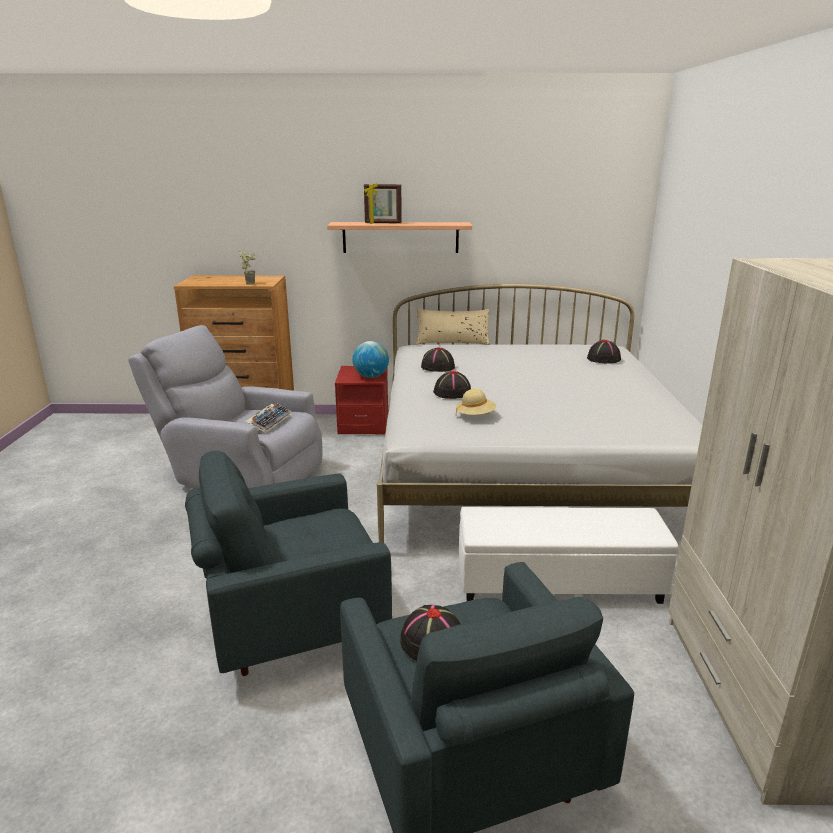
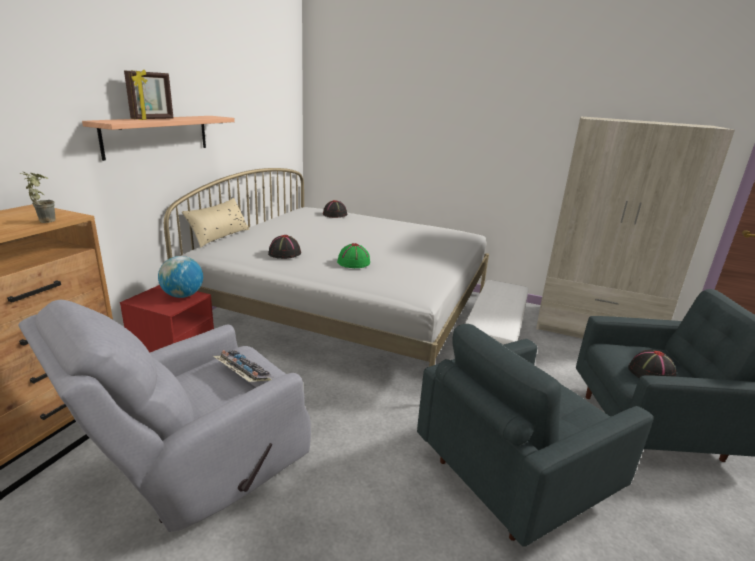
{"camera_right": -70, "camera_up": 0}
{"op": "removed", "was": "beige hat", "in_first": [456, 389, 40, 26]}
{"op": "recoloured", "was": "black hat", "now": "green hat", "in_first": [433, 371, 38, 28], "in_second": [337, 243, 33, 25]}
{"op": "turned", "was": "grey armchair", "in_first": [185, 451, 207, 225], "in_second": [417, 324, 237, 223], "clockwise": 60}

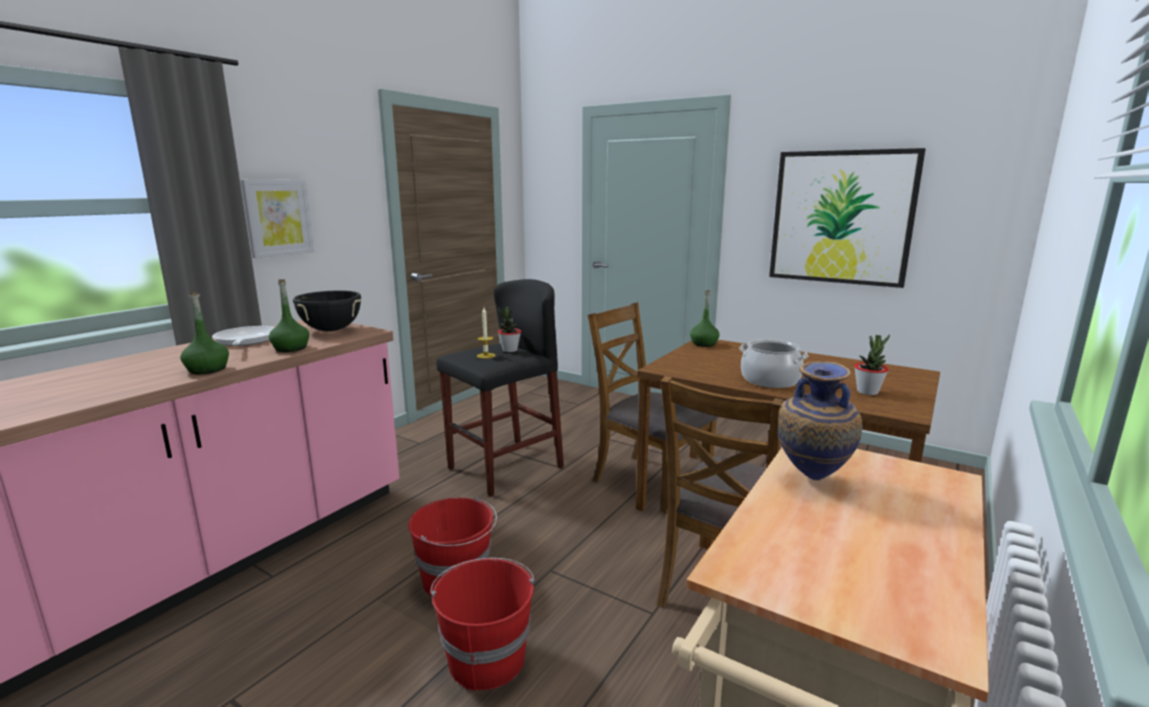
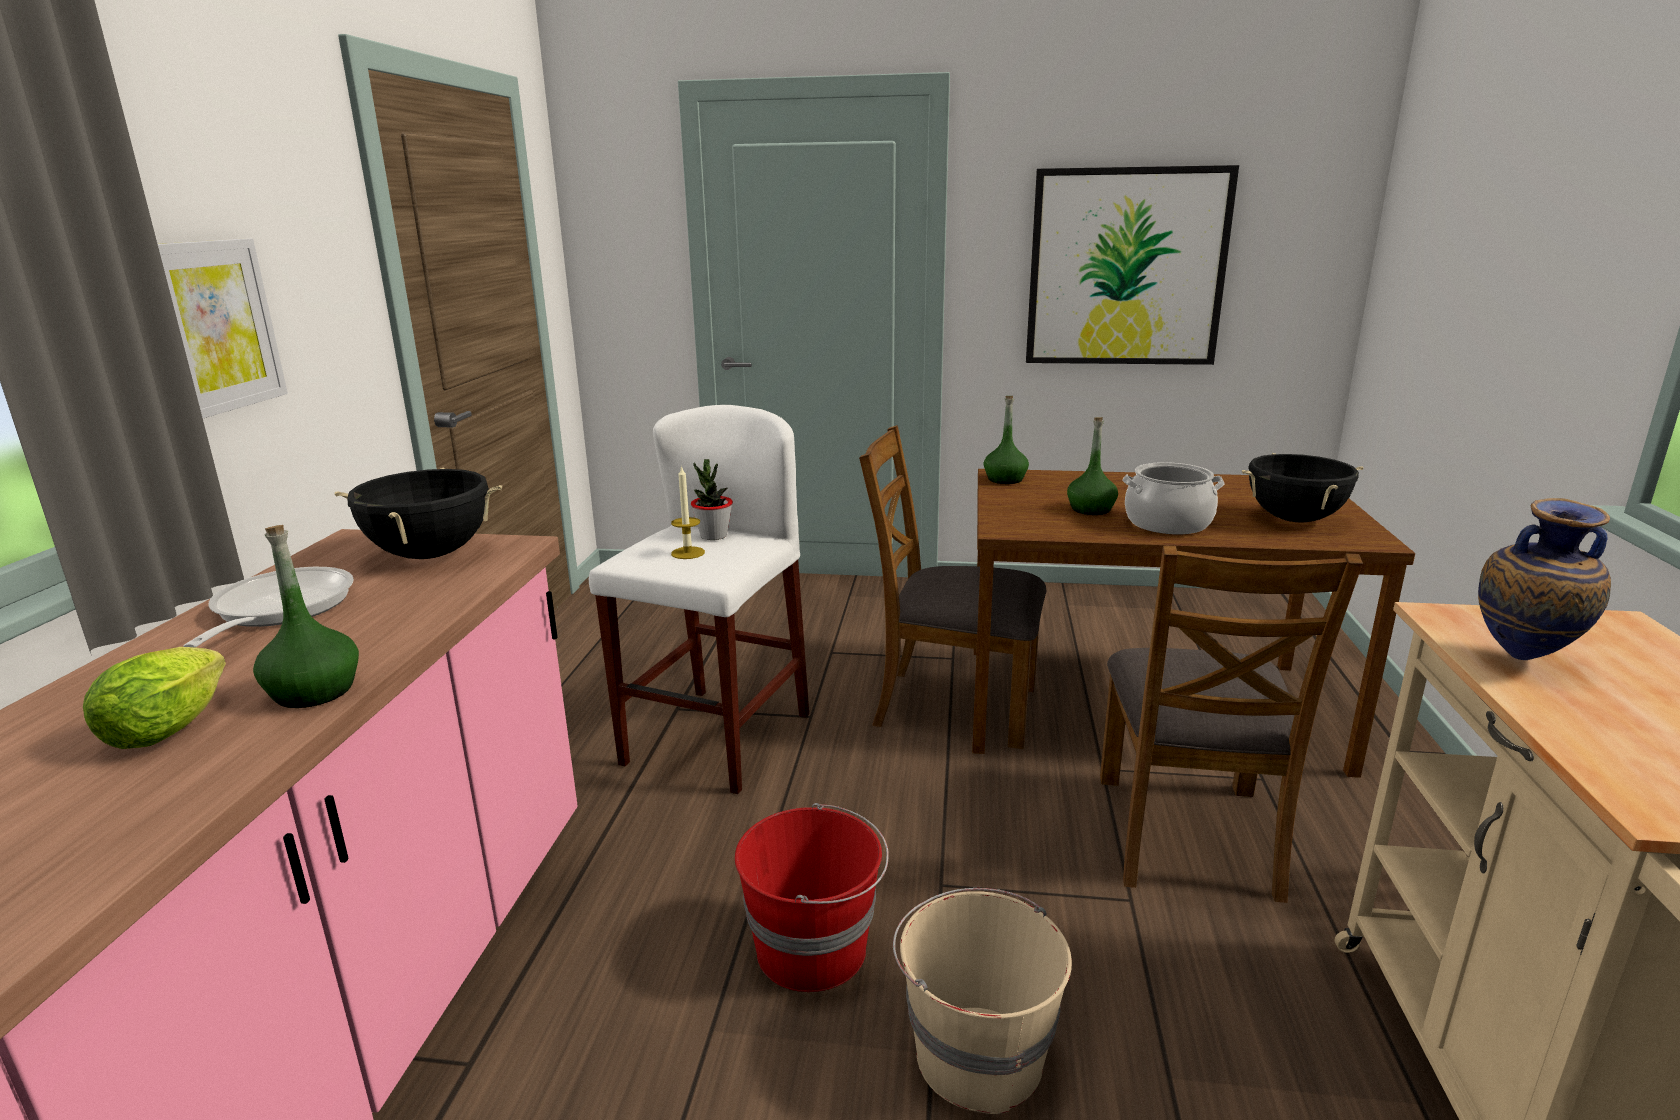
{"camera_right": -25, "camera_up": 5}
{"op": "added", "now": "lettuce", "in_second": [83, 647, 143, 102]}
{"op": "moved", "was": "green bottle", "in_first": [269, 279, 40, 73], "in_second": [1067, 417, 51, 98]}
{"op": "replaced", "was": "potted plant", "now": "black cooking pot", "in_first": [854, 334, 36, 61], "in_second": [1242, 453, 122, 69]}
{"op": "recoloured", "was": "red bucket", "now": "beige bucket", "in_first": [430, 558, 105, 133], "in_second": [893, 888, 179, 226]}
{"op": "recoloured", "was": "black stool", "now": "white stool", "in_first": [437, 279, 127, 218], "in_second": [589, 405, 220, 389]}
{"op": "turned", "was": "frying pan", "in_first": [212, 326, 63, 20], "in_second": [183, 567, 171, 81], "clockwise": 45}

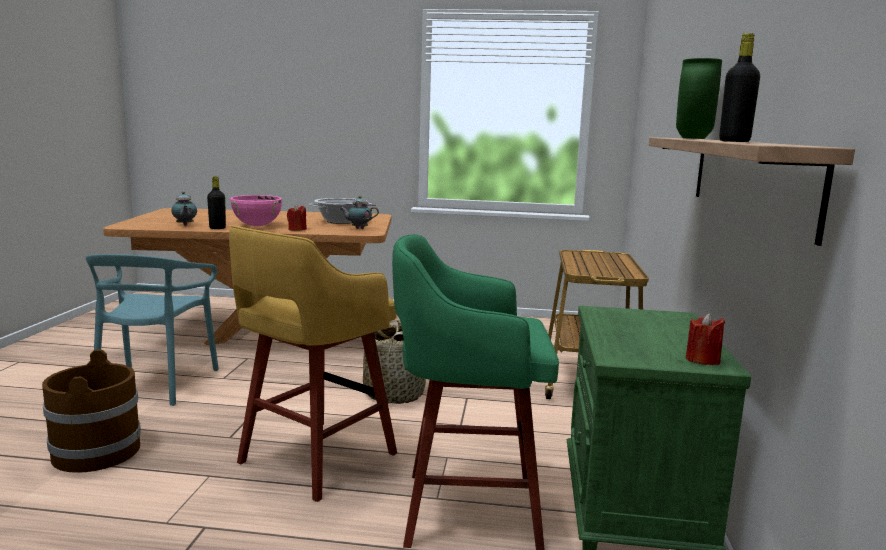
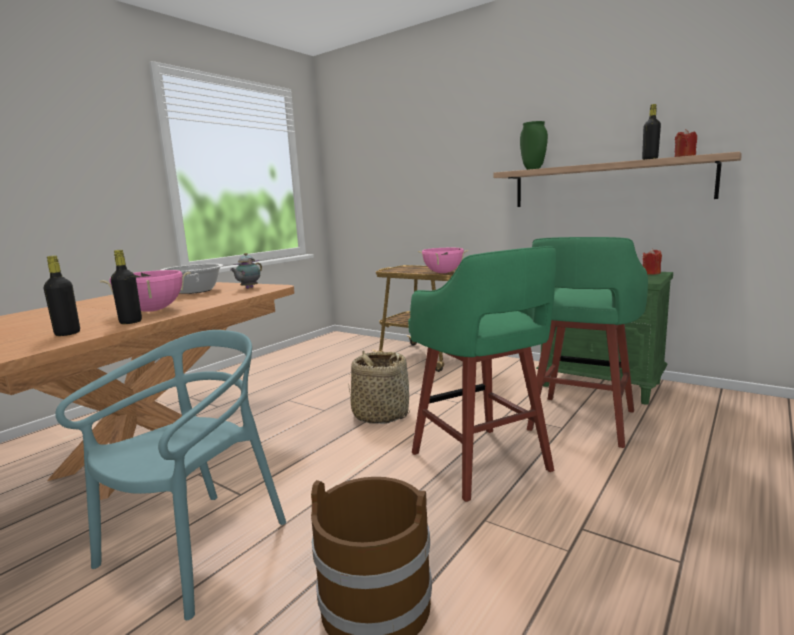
{"camera_right": -60, "camera_up": 0}
{"op": "added", "now": "pink cooking pot", "in_second": [418, 248, 51, 25]}
{"op": "moved", "was": "red candle", "in_first": [287, 204, 20, 27], "in_second": [675, 129, 22, 28]}
{"op": "replaced", "was": "teapot", "now": "black bottle", "in_first": [171, 191, 26, 35], "in_second": [44, 256, 36, 80]}
{"op": "recoloured", "was": "yellow stool", "now": "green stool", "in_first": [229, 226, 168, 276], "in_second": [408, 246, 148, 256]}
{"op": "turned", "was": "turquoise chair", "in_first": [86, 254, 133, 152], "in_second": [55, 330, 231, 290], "clockwise": -90}

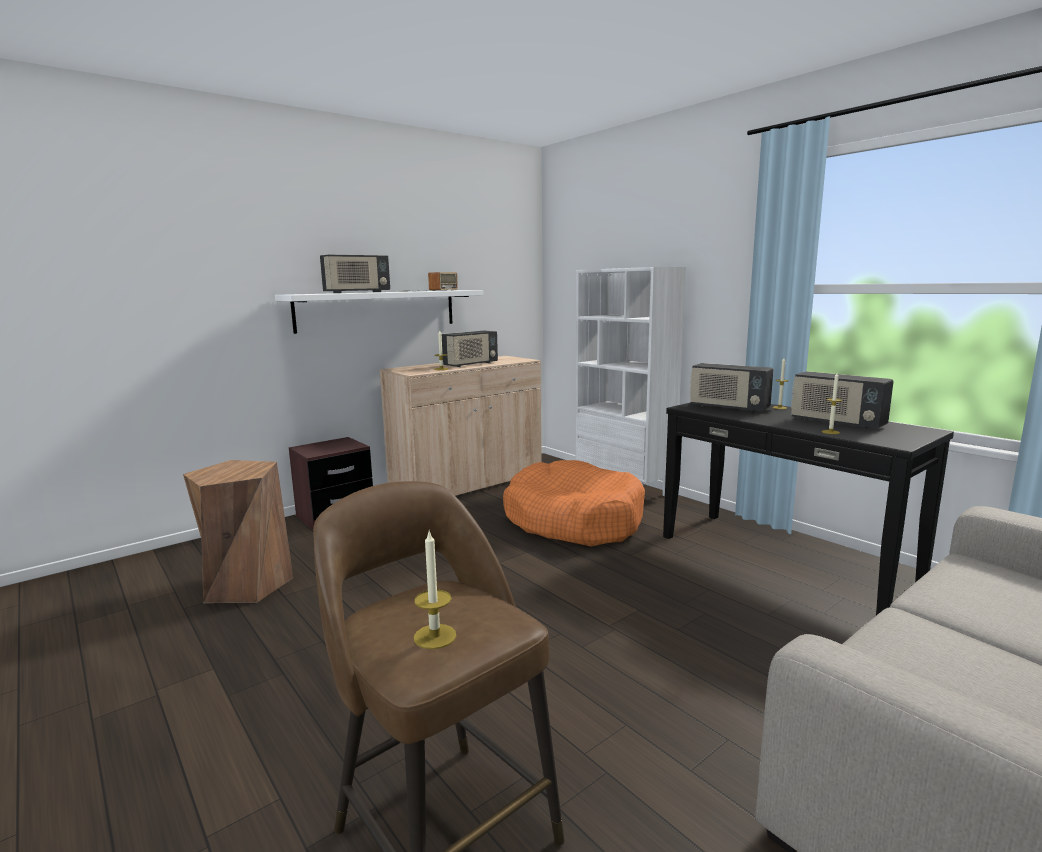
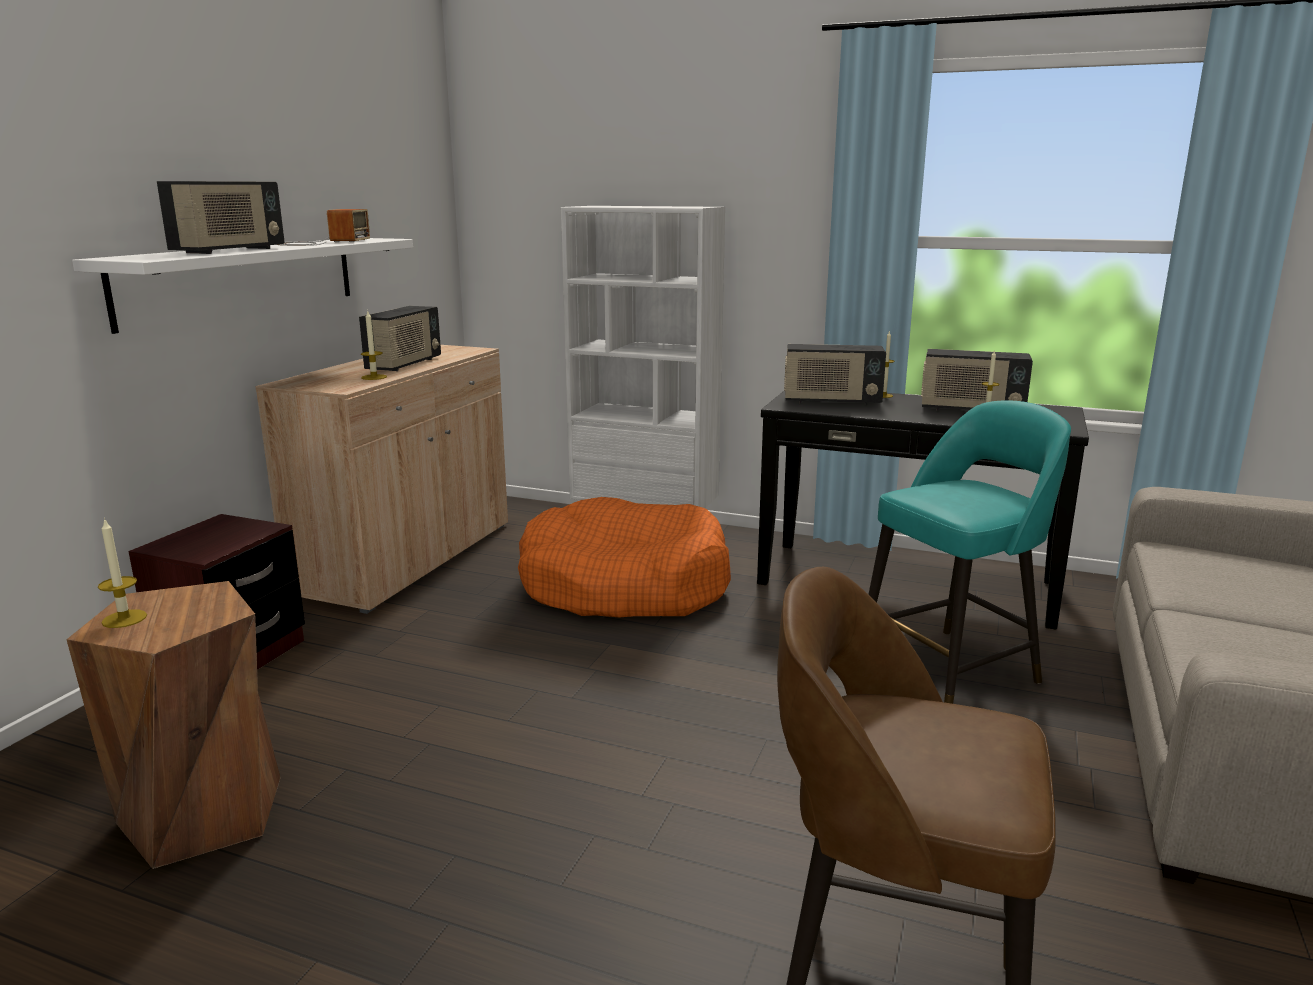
{"camera_right": -30, "camera_up": 5}
{"op": "added", "now": "turquoise stool", "in_second": [868, 400, 203, 304]}
{"op": "moved", "was": "candle", "in_first": [414, 532, 42, 117], "in_second": [98, 518, 49, 110]}

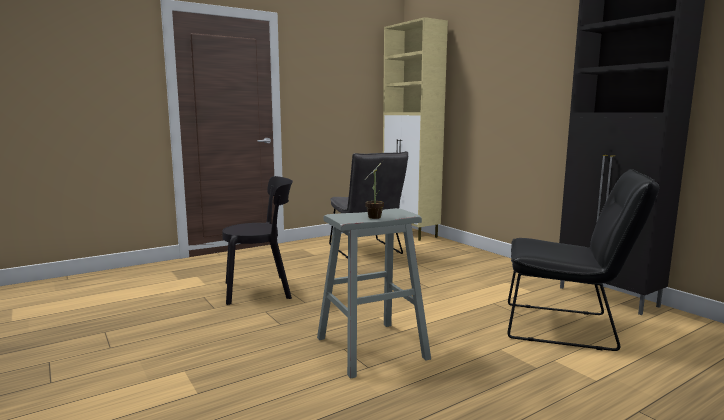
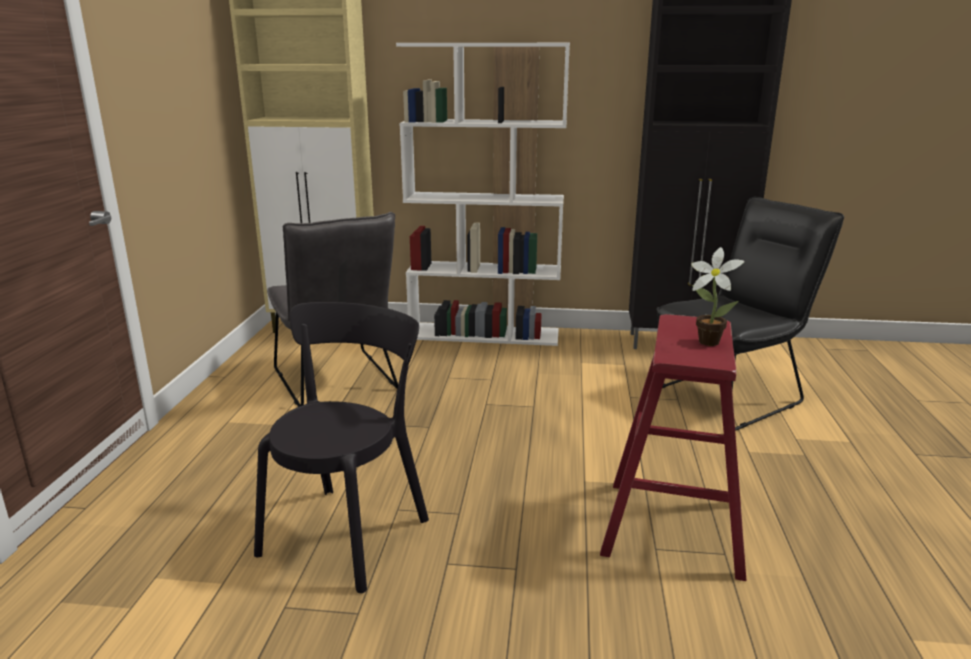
{"camera_right": -50, "camera_up": 10}
{"op": "added", "now": "white bookcase", "in_second": [396, 43, 174, 303]}
{"op": "recoloured", "was": "grey stool", "now": "red stool", "in_first": [317, 208, 114, 171], "in_second": [600, 314, 146, 267]}
{"op": "turned", "was": "grey chair", "in_first": [329, 151, 79, 108], "in_second": [267, 212, 131, 195], "clockwise": 45}

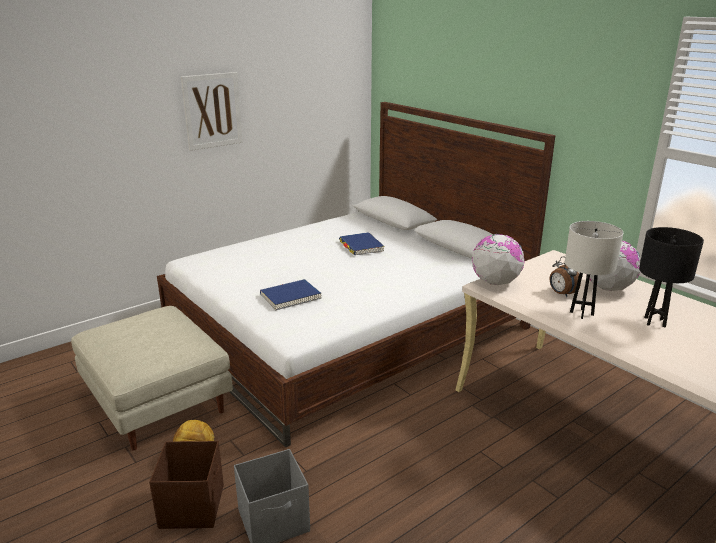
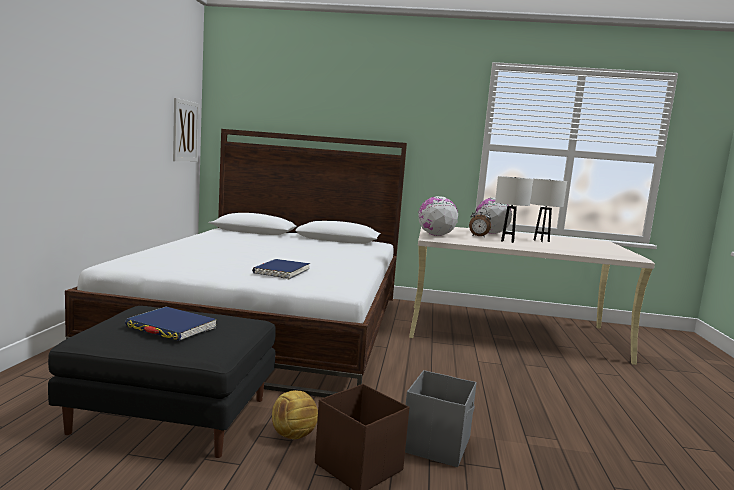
{"camera_right": -45, "camera_up": -15}
{"op": "moved", "was": "picture", "in_first": [181, 72, 62, 79], "in_second": [173, 98, 26, 63]}
{"op": "moved", "was": "blue book", "in_first": [339, 232, 46, 23], "in_second": [125, 307, 92, 34]}
{"op": "recoloured", "was": "beige ottoman", "now": "black ottoman", "in_first": [71, 306, 162, 145], "in_second": [48, 306, 228, 152]}
{"op": "recoloured", "was": "black table lamp", "now": "white table lamp", "in_first": [639, 227, 65, 100], "in_second": [530, 178, 37, 64]}

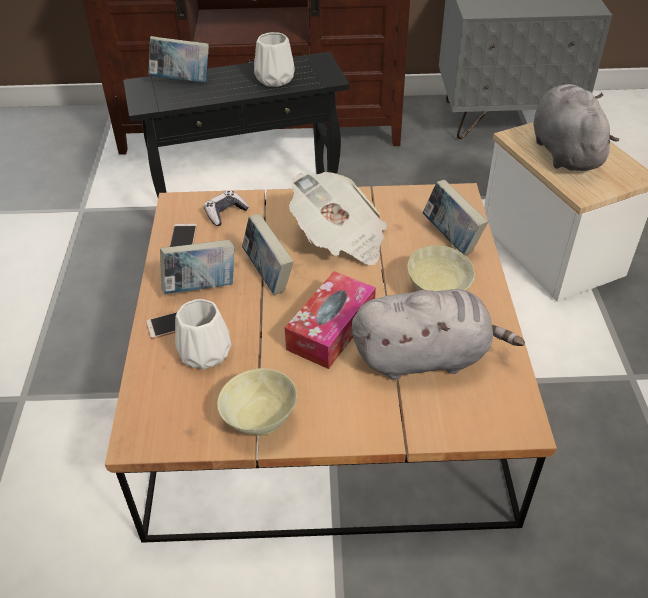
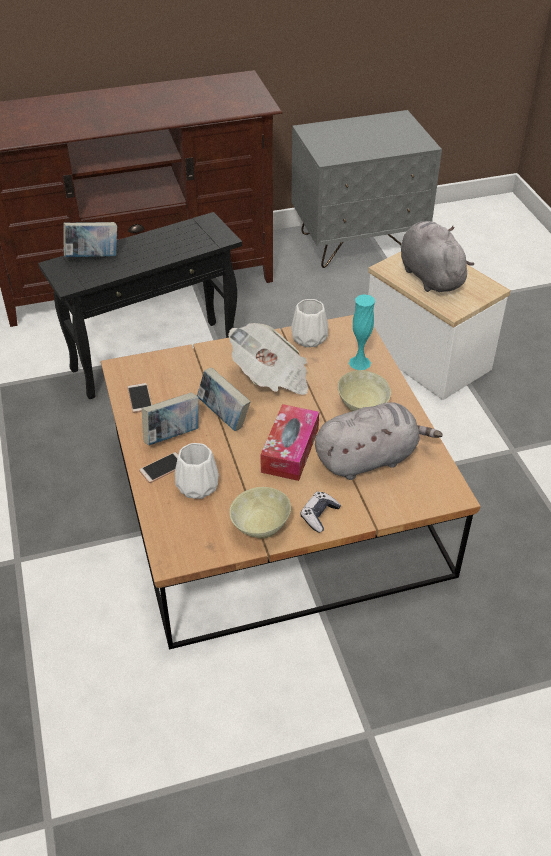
{"camera_right": -15, "camera_up": 0}
{"op": "moved", "was": "game controller", "in_first": [204, 190, 45, 36], "in_second": [300, 492, 41, 41]}
{"op": "moved", "was": "white vase", "in_first": [254, 32, 41, 55], "in_second": [291, 299, 37, 48]}
{"op": "replaced", "was": "book", "now": "turquoise vase", "in_first": [423, 180, 65, 75], "in_second": [349, 294, 26, 76]}

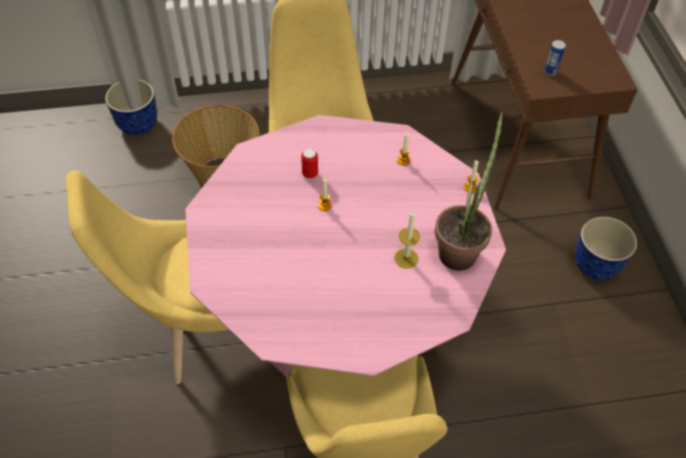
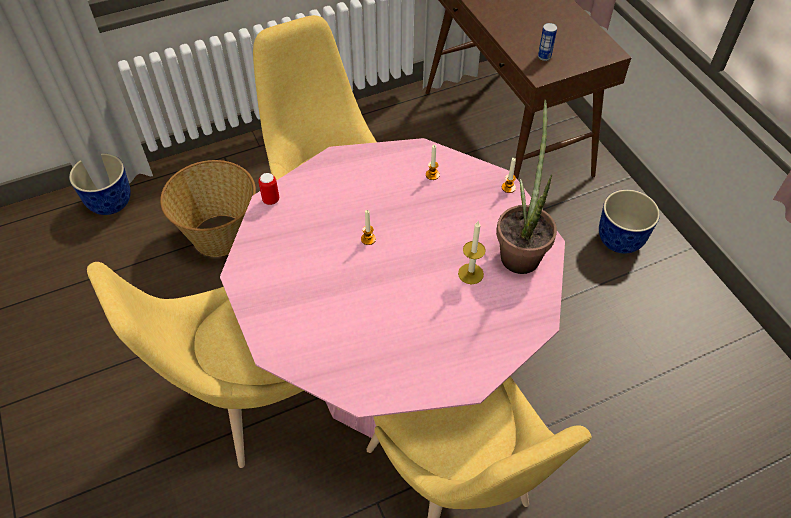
{"camera_right": -15, "camera_up": 0}
{"op": "moved", "was": "can", "in_first": [301, 149, 17, 30], "in_second": [258, 173, 21, 32]}

